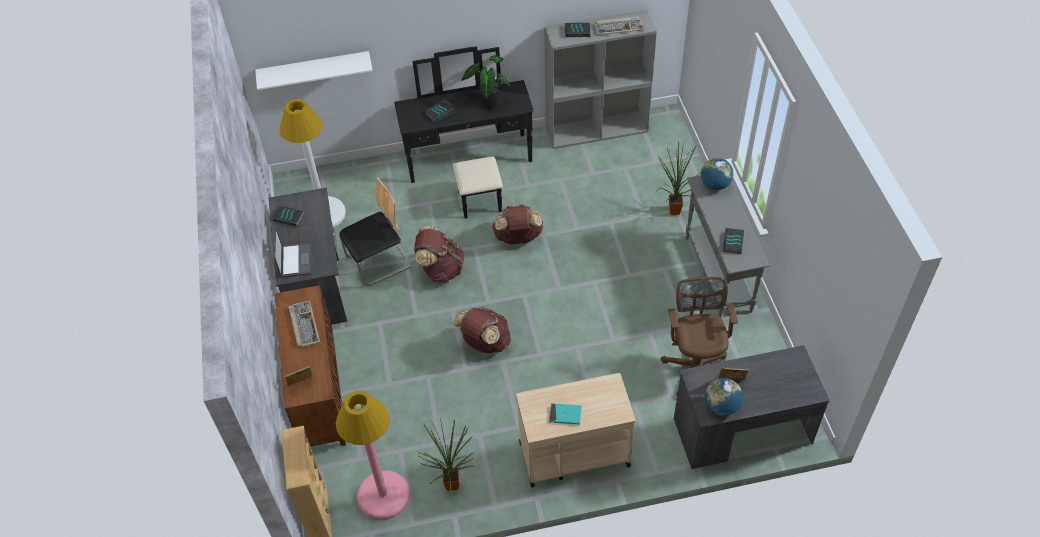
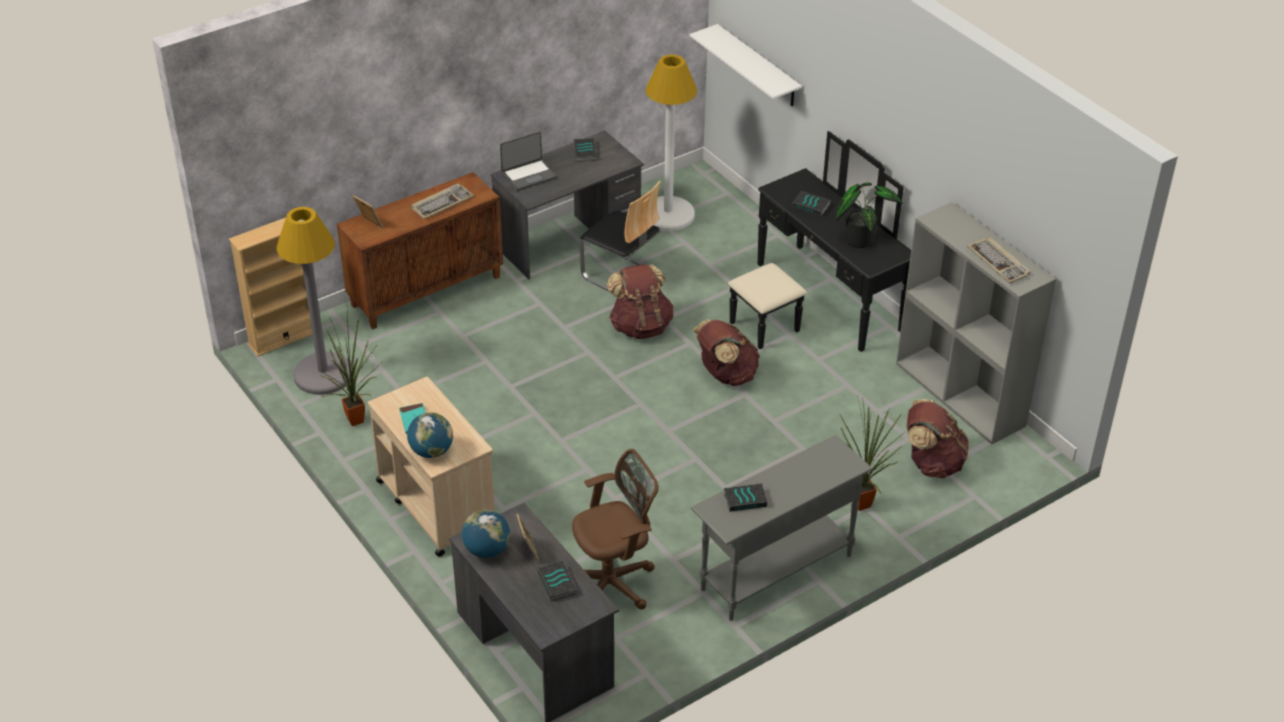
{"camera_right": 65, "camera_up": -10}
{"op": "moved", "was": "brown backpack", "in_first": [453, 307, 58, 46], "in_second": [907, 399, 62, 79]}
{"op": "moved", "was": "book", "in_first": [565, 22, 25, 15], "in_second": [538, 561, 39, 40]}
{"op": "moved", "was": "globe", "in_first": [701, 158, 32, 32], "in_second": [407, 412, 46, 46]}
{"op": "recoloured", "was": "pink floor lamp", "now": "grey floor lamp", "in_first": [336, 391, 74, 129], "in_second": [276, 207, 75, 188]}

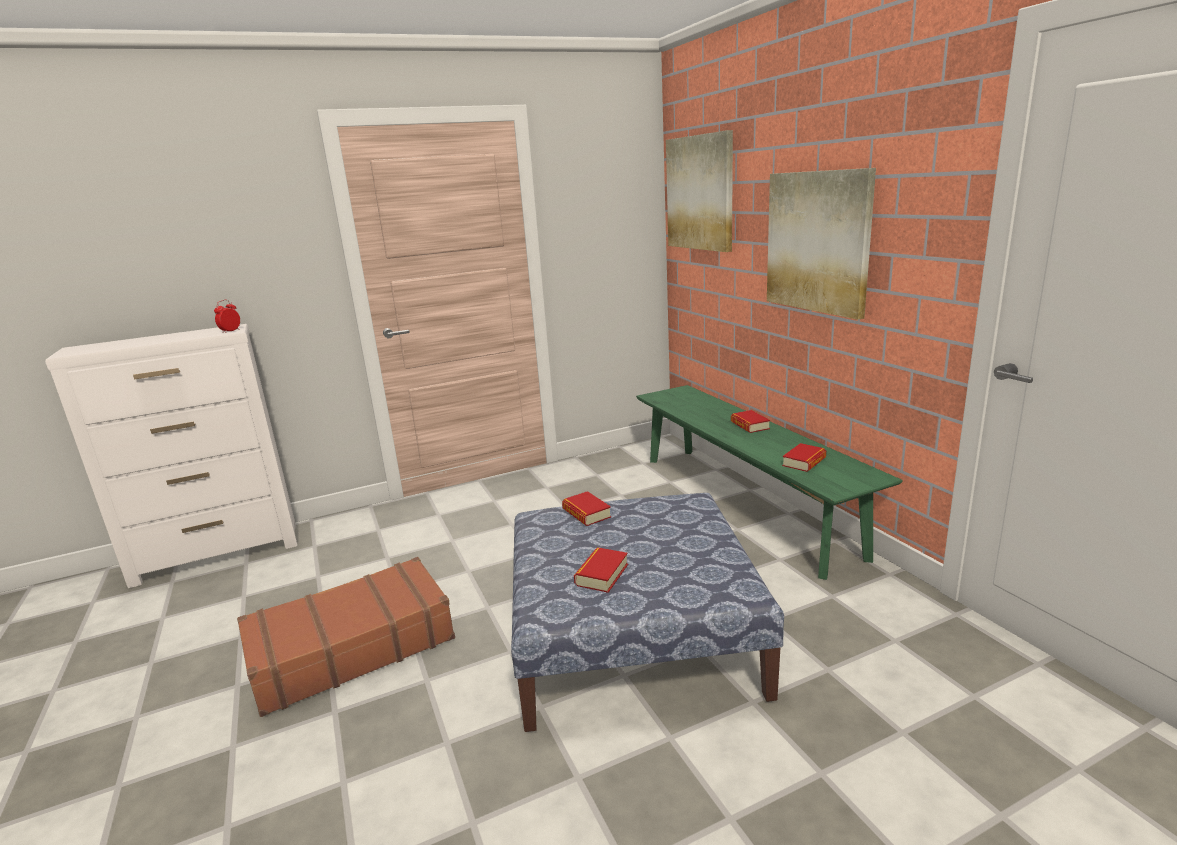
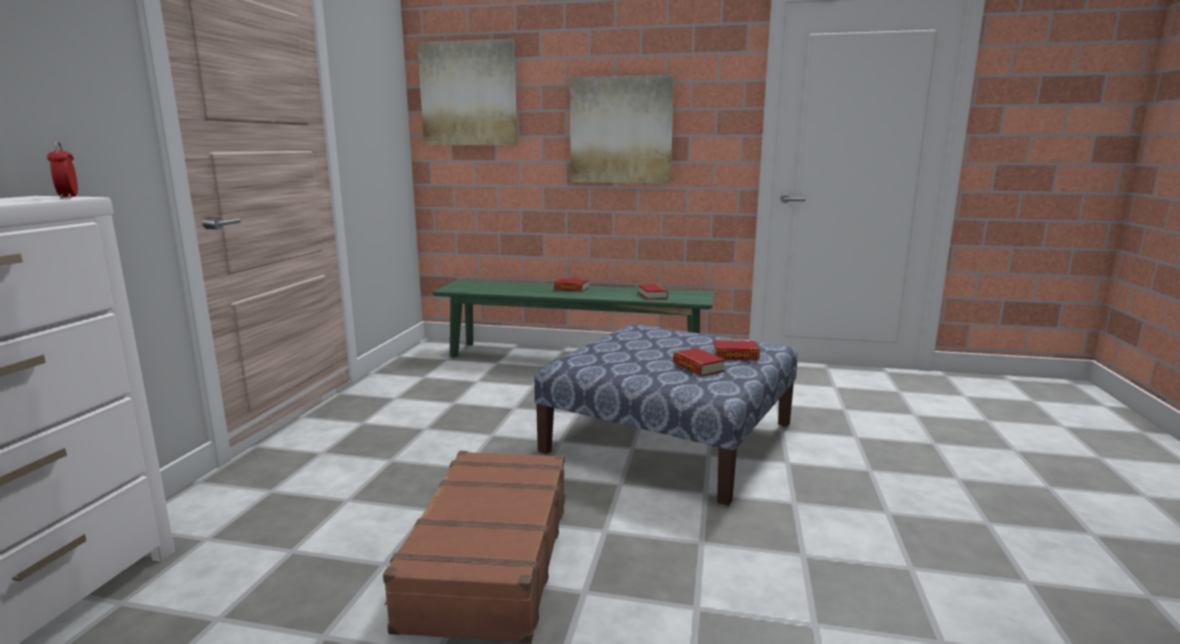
{"camera_right": -55, "camera_up": -5}
{"op": "moved", "was": "book", "in_first": [562, 491, 49, 35], "in_second": [713, 340, 47, 20]}

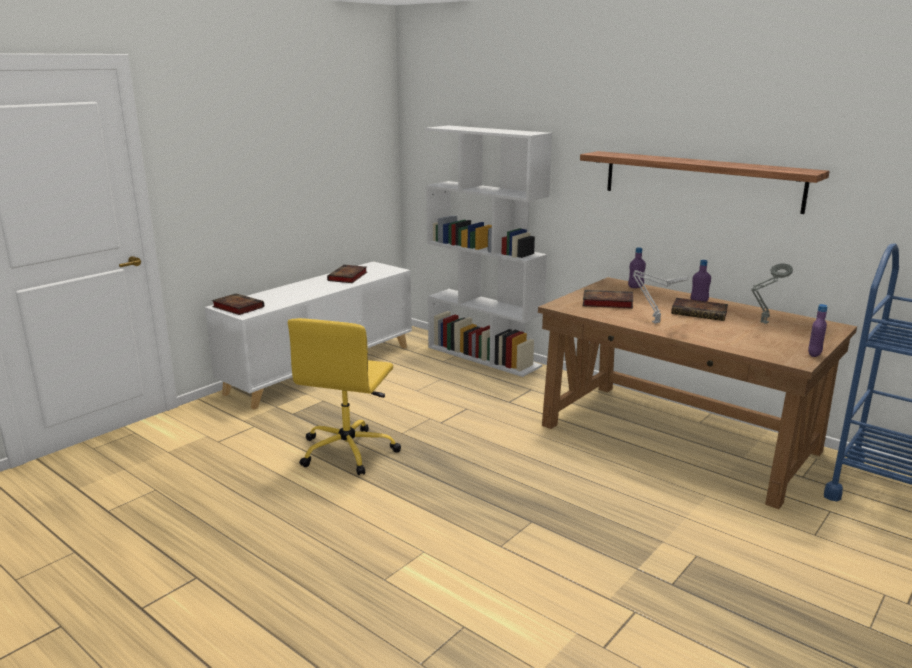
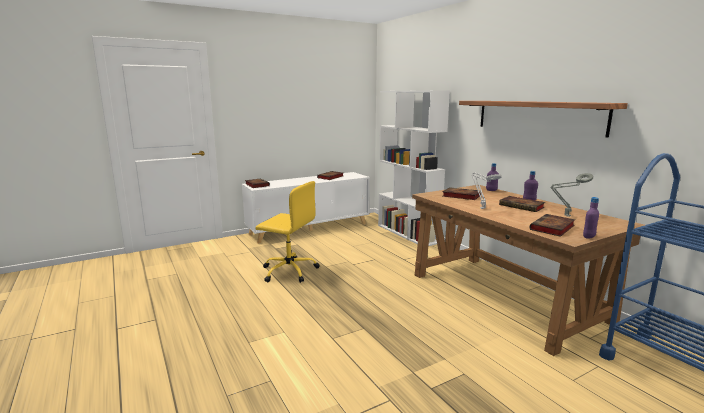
{"camera_right": 20, "camera_up": -5}
{"op": "added", "now": "book", "in_second": [530, 214, 45, 23]}
{"op": "turned", "was": "yellow office chair", "in_first": [288, 318, 113, 157], "in_second": [256, 181, 63, 102], "clockwise": -105}

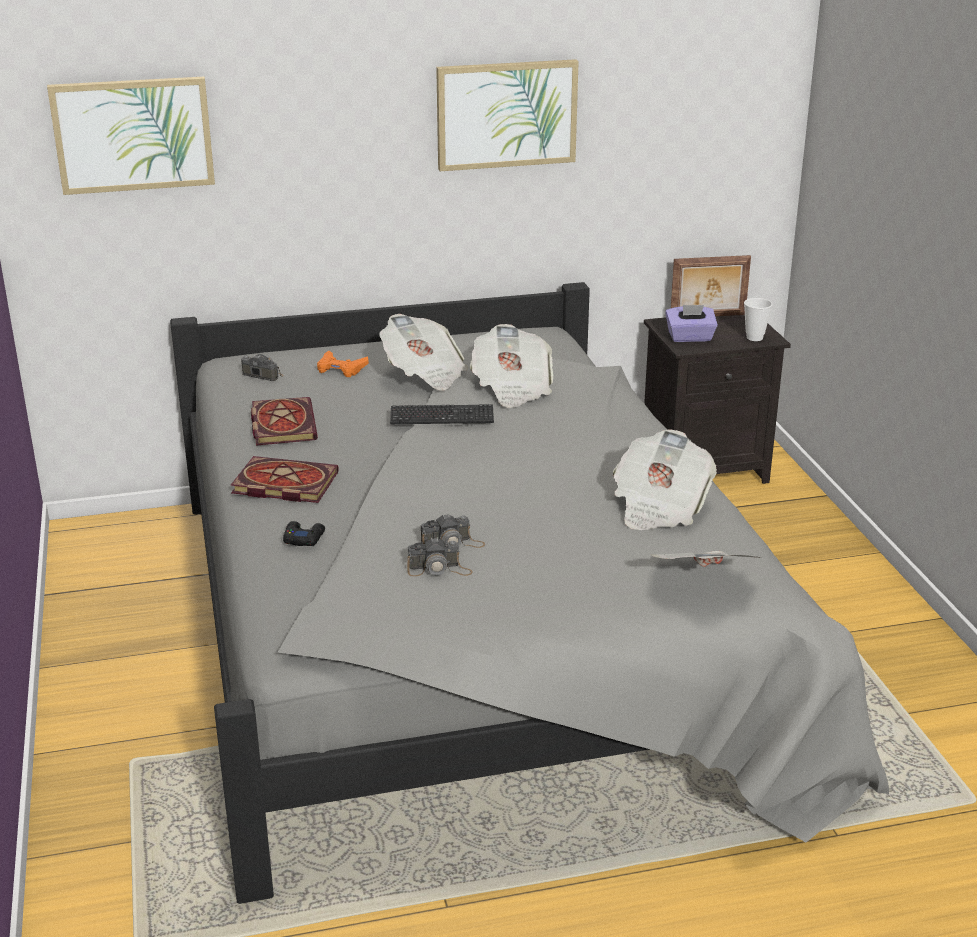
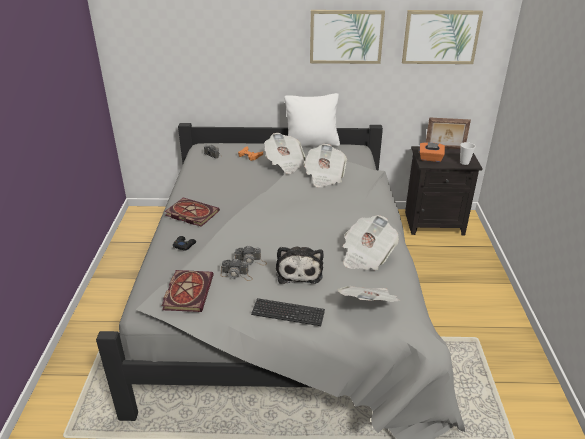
{"camera_right": 15, "camera_up": 5}
{"op": "added", "now": "plush toy", "in_second": [276, 246, 48, 38]}
{"op": "added", "now": "white pillow", "in_second": [284, 93, 56, 55]}
{"op": "moved", "was": "picture", "in_first": [47, 77, 168, 118], "in_second": [402, 10, 81, 54]}
{"op": "moved", "was": "book", "in_first": [251, 397, 67, 49], "in_second": [162, 270, 52, 42]}
{"op": "moved", "was": "keyboard", "in_first": [390, 404, 104, 20], "in_second": [251, 298, 74, 28]}
{"op": "recoloured", "was": "purple tissue box", "now": "orange tissue box", "in_first": [665, 305, 53, 37], "in_second": [420, 142, 25, 20]}

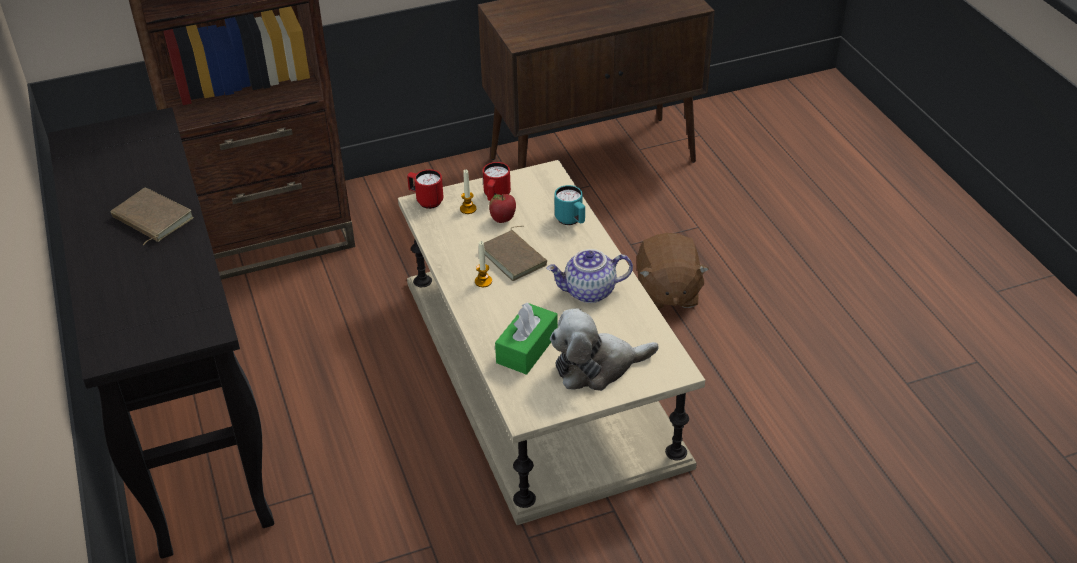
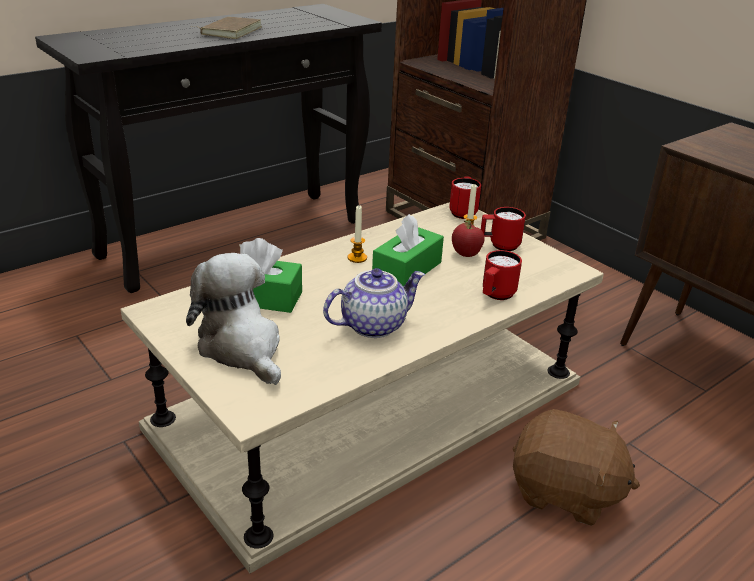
{"camera_right": 70, "camera_up": -10}
{"op": "replaced", "was": "brown book", "now": "green tissue box", "in_first": [484, 226, 63, 55], "in_second": [372, 214, 72, 72]}
{"op": "recoloured", "was": "turquoise mug", "now": "red mug", "in_first": [555, 185, 30, 40], "in_second": [483, 250, 39, 50]}
{"op": "turned", "was": "teapot", "in_first": [546, 249, 87, 54], "in_second": [323, 268, 102, 70], "clockwise": 90}
{"op": "turned", "was": "brown plush toy", "in_first": [637, 233, 72, 76], "in_second": [513, 409, 127, 117], "clockwise": -135}

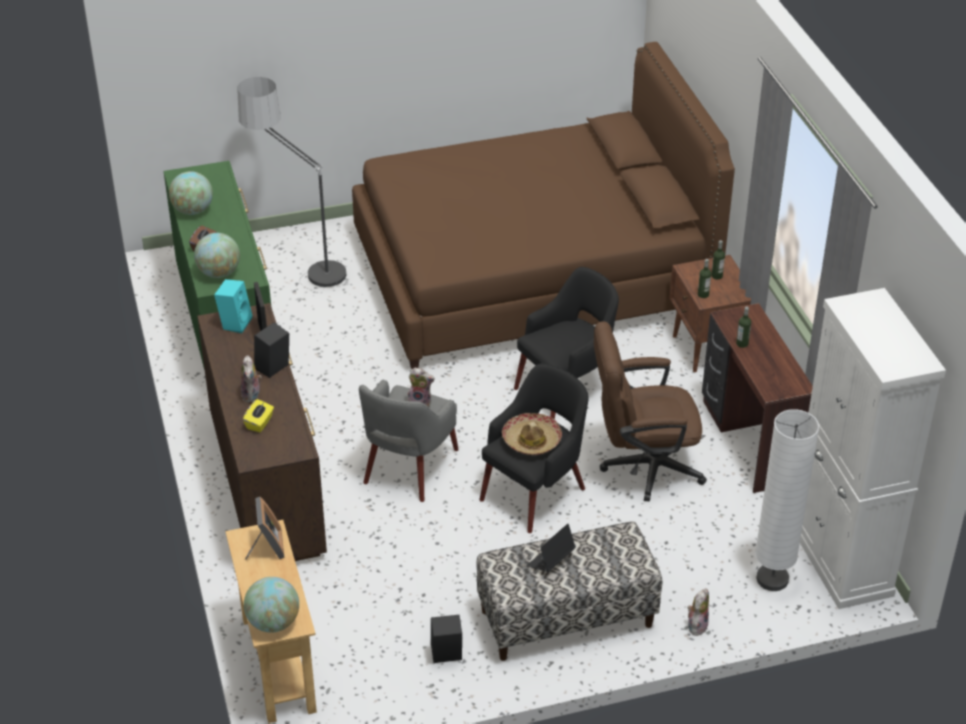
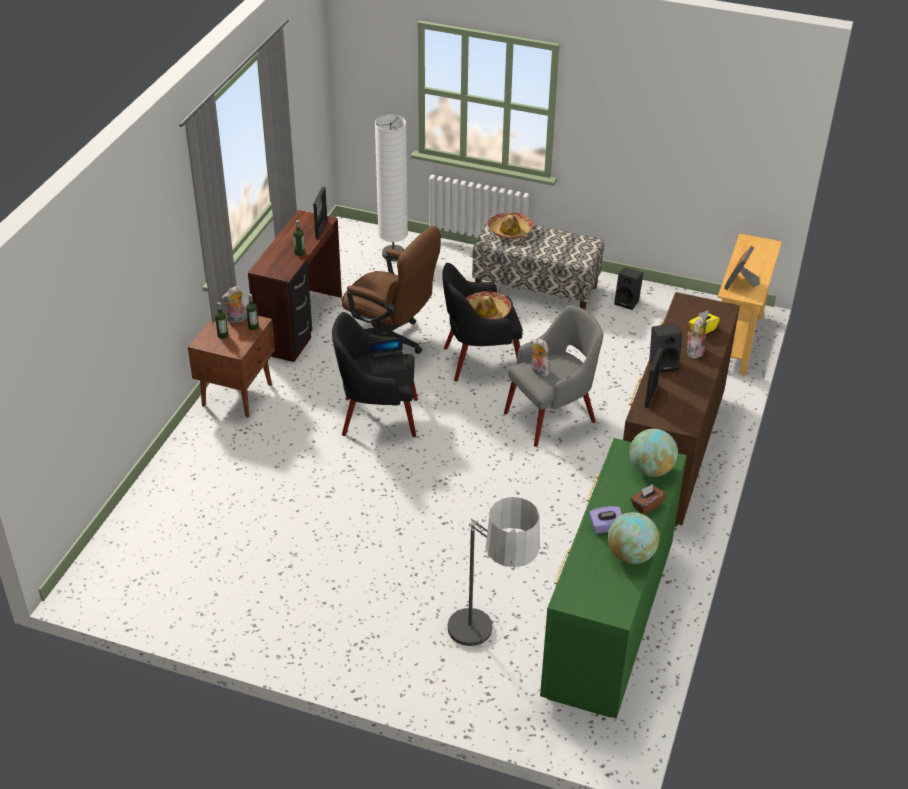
{"camera_right": -145, "camera_up": 0}
{"op": "removed", "was": "turquoise speaker", "in_first": [214, 279, 38, 54]}
{"op": "removed", "was": "globe", "in_first": [244, 577, 55, 56]}
{"op": "removed", "was": "brown bed", "in_first": [352, 42, 383, 327]}
{"op": "removed", "was": "white cabinet", "in_first": [800, 288, 146, 321]}
{"op": "added", "now": "picture frame", "in_second": [313, 187, 14, 52]}
{"op": "added", "now": "hat", "in_second": [488, 212, 45, 27]}
{"op": "added", "now": "purple tissue box", "in_second": [589, 506, 33, 27]}
{"op": "moved", "was": "laptop", "in_first": [527, 524, 49, 48], "in_second": [368, 338, 39, 37]}
{"op": "moved", "was": "plush toy", "in_first": [687, 589, 22, 47], "in_second": [221, 286, 26, 38]}

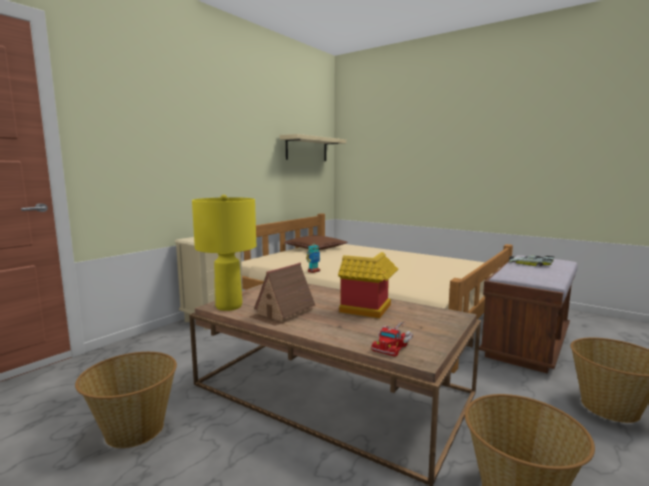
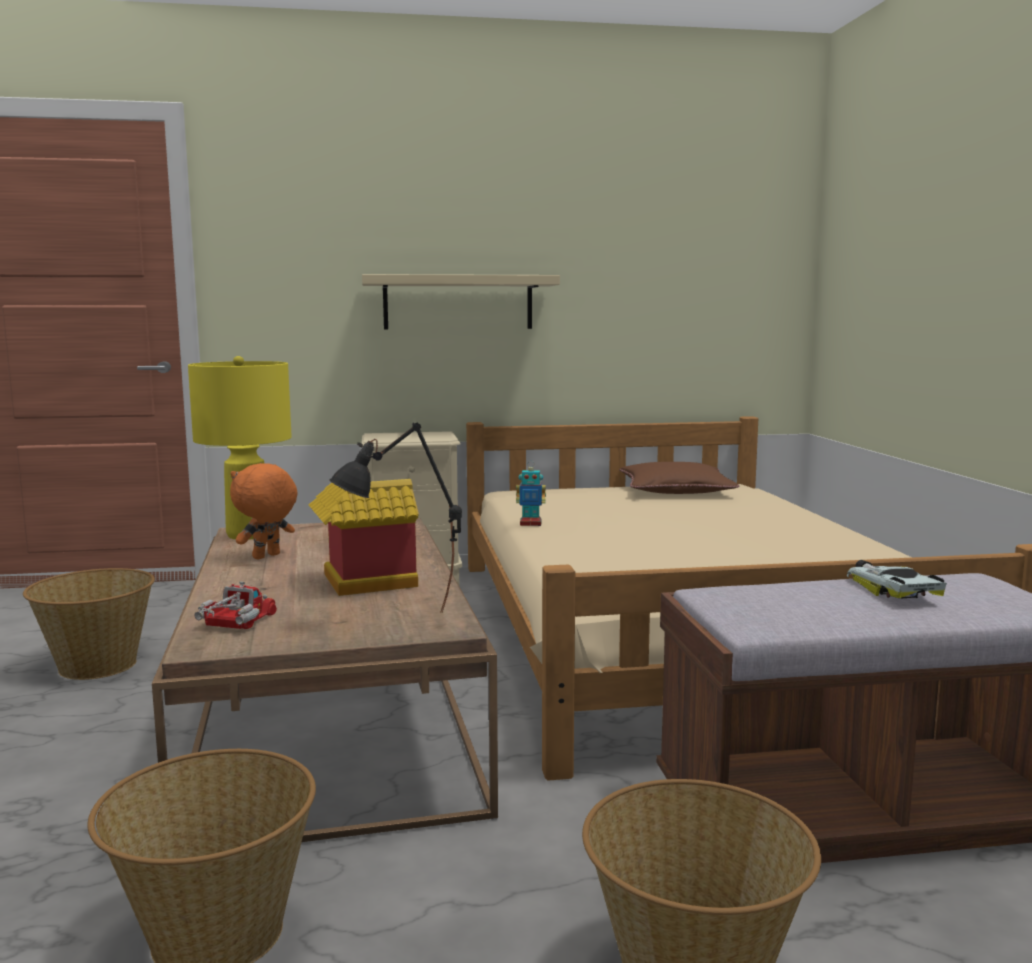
{"camera_right": 45, "camera_up": 0}
{"op": "added", "now": "black table lamp", "in_second": [329, 423, 133, 190]}
{"op": "moved", "was": "beige shelf", "in_first": [280, 134, 66, 27], "in_second": [362, 274, 198, 55]}
{"op": "replaced", "was": "toy house", "now": "orange plush toy", "in_first": [250, 263, 65, 63], "in_second": [230, 463, 68, 97]}
{"op": "turned", "was": "toy truck", "in_first": [371, 321, 42, 36], "in_second": [195, 581, 82, 48], "clockwise": 120}

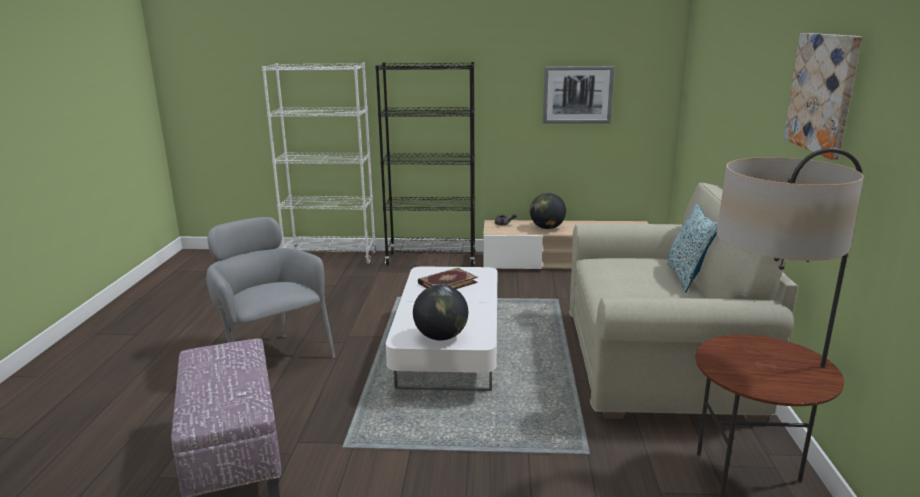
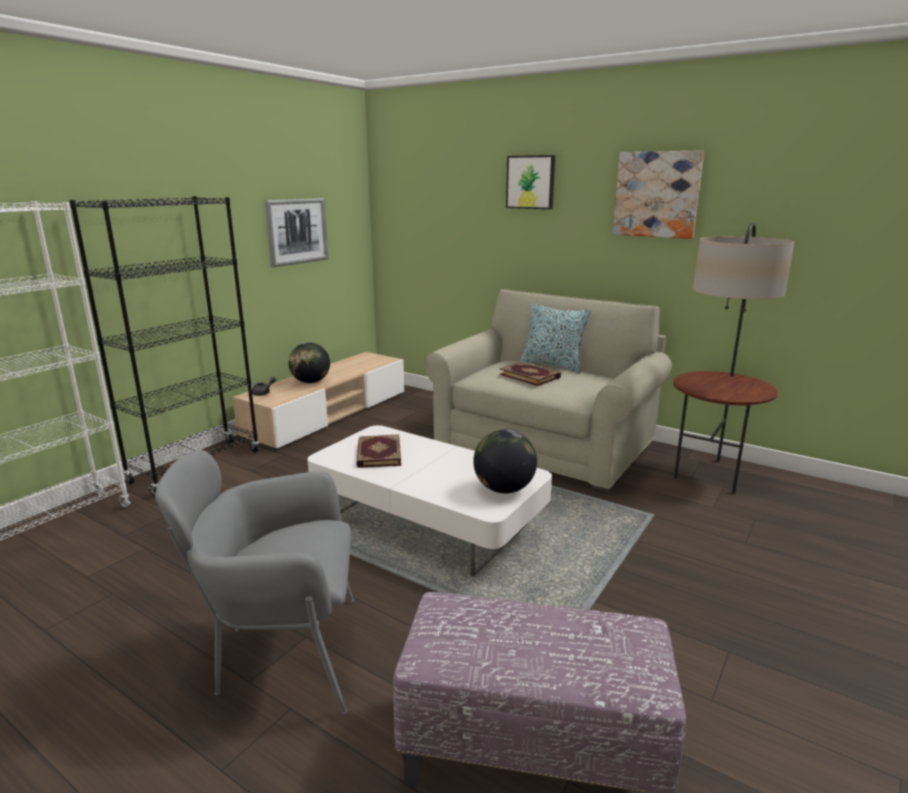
{"camera_right": -60, "camera_up": 0}
{"op": "added", "now": "book", "in_second": [499, 362, 62, 24]}
{"op": "added", "now": "picture", "in_second": [506, 155, 49, 54]}

